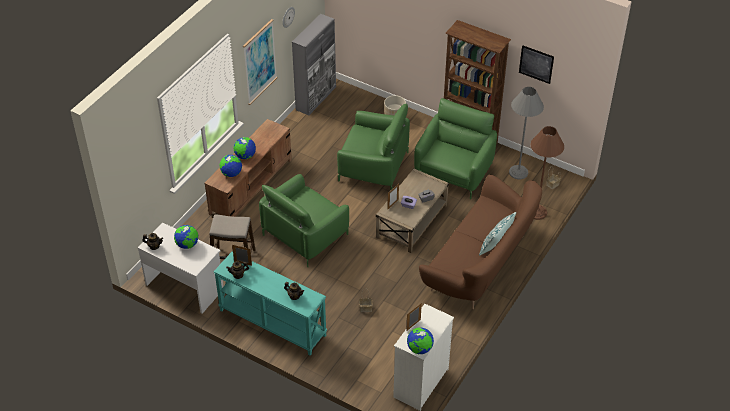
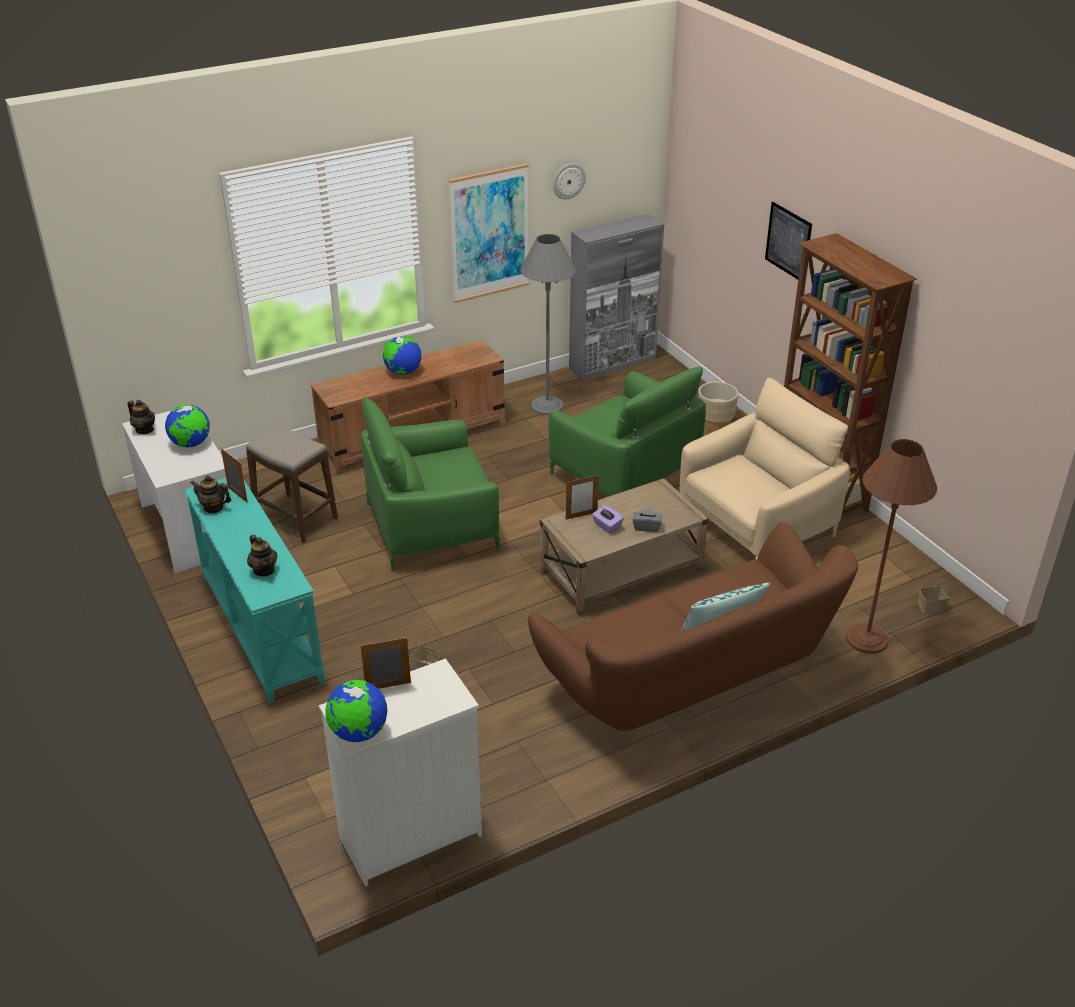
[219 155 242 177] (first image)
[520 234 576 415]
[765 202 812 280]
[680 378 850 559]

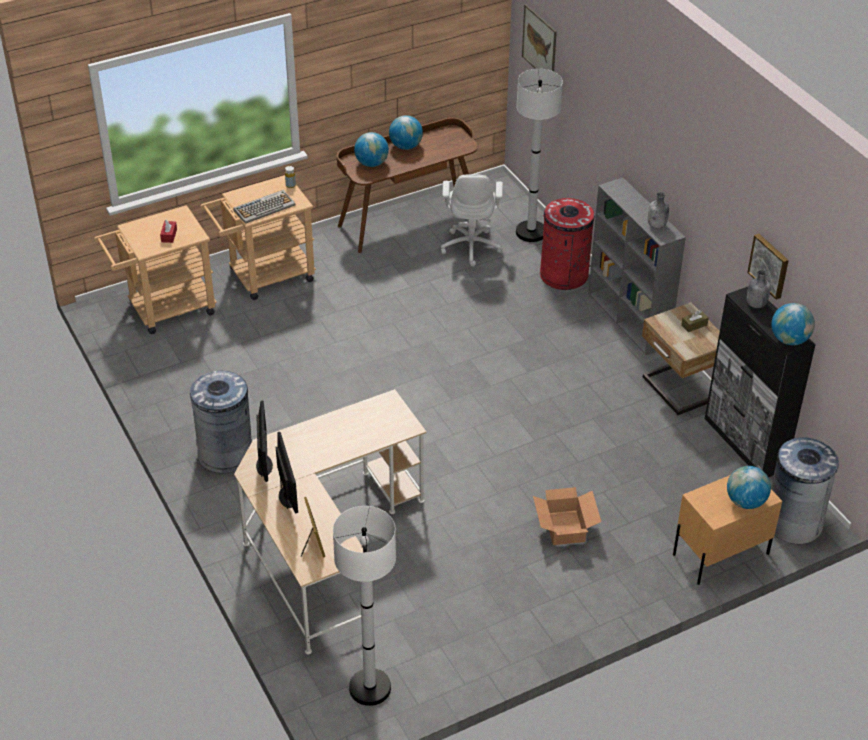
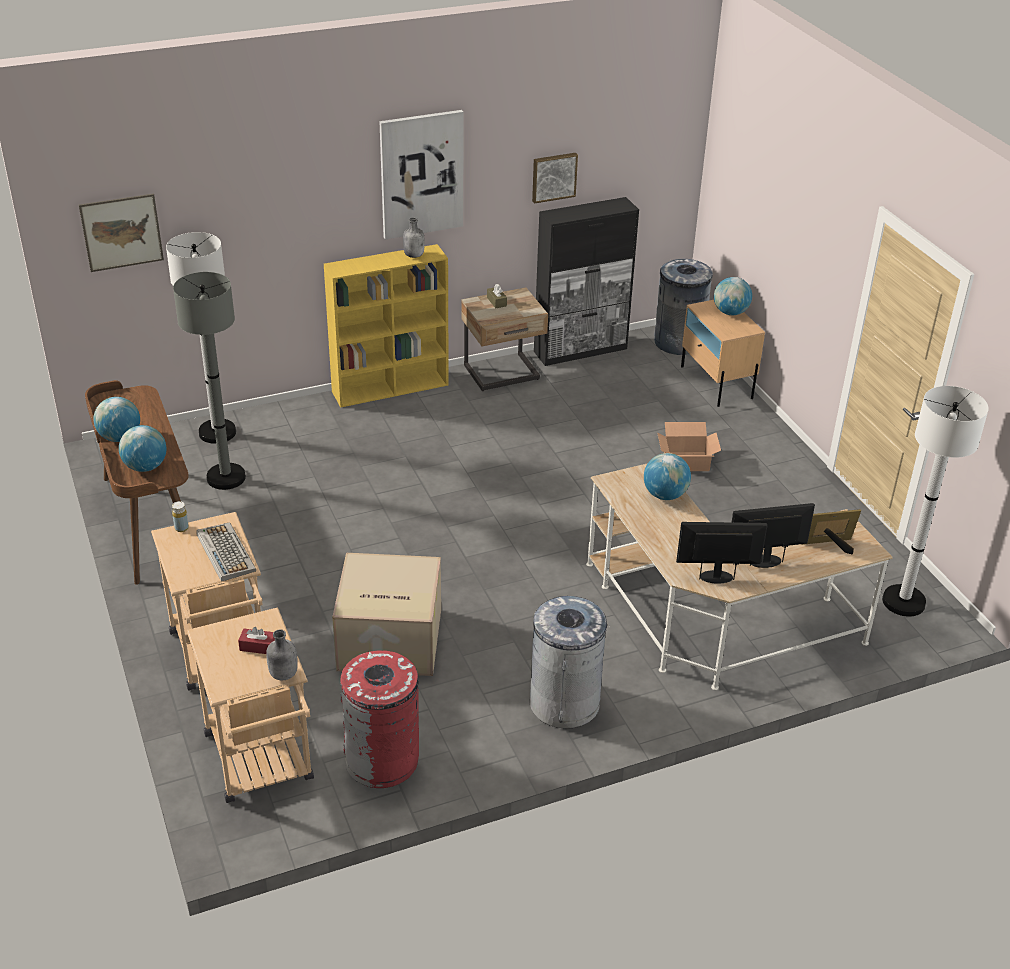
[332 553 441 676]
[379 110 464 239]
[340 650 419 788]
[266 629 298 680]
[644 453 691 500]
[173 272 246 490]
[324 244 449 408]

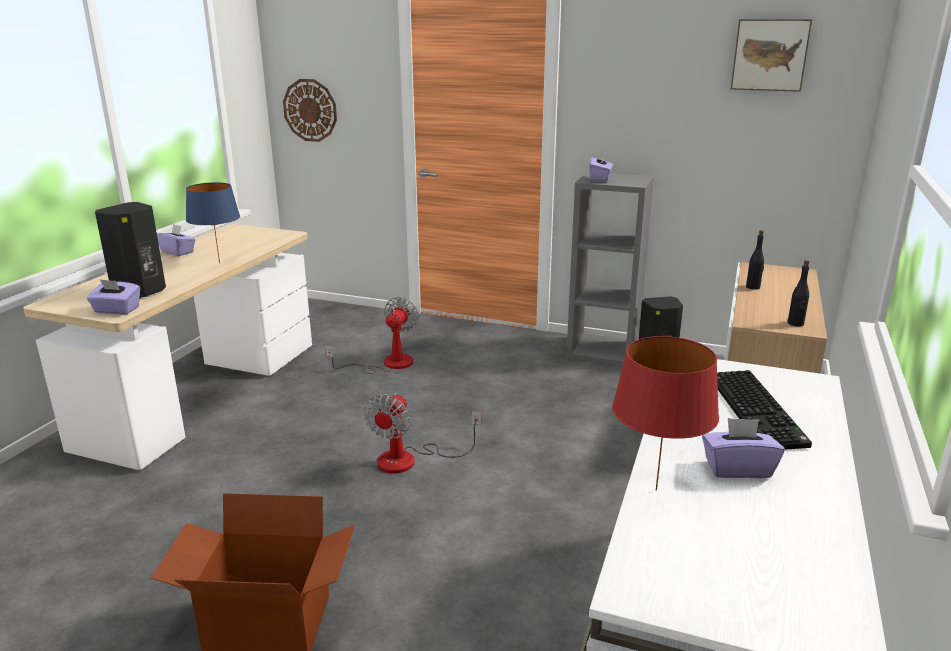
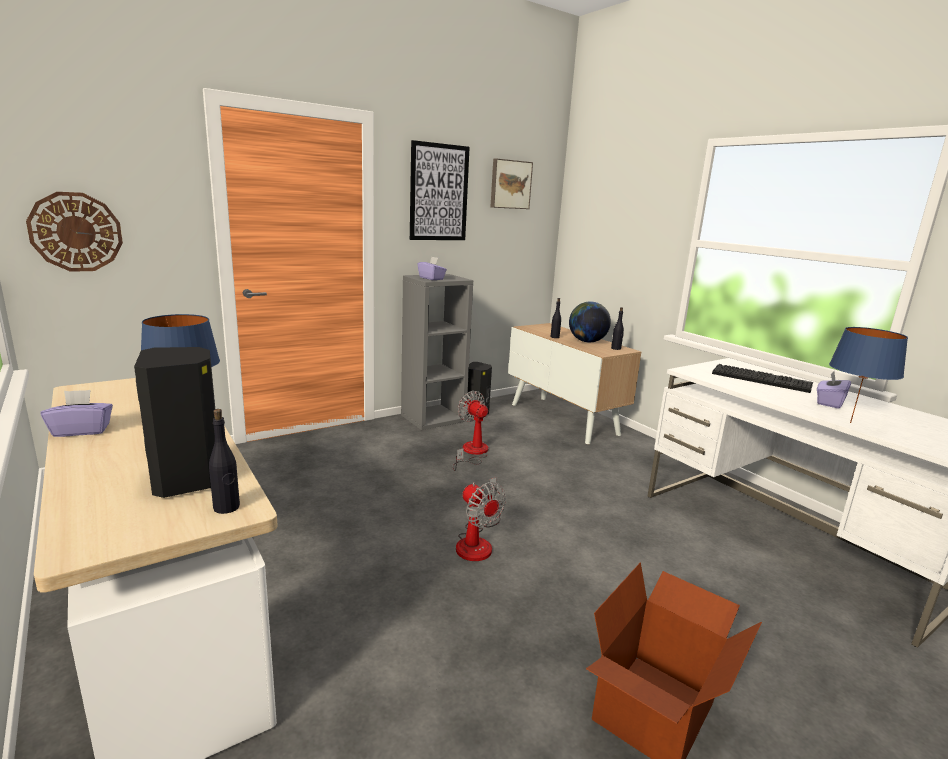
[410 140 470 240]
[569 301 611 342]
[452 391 488 471]
[209 409 240 514]
[829 327 908 423]

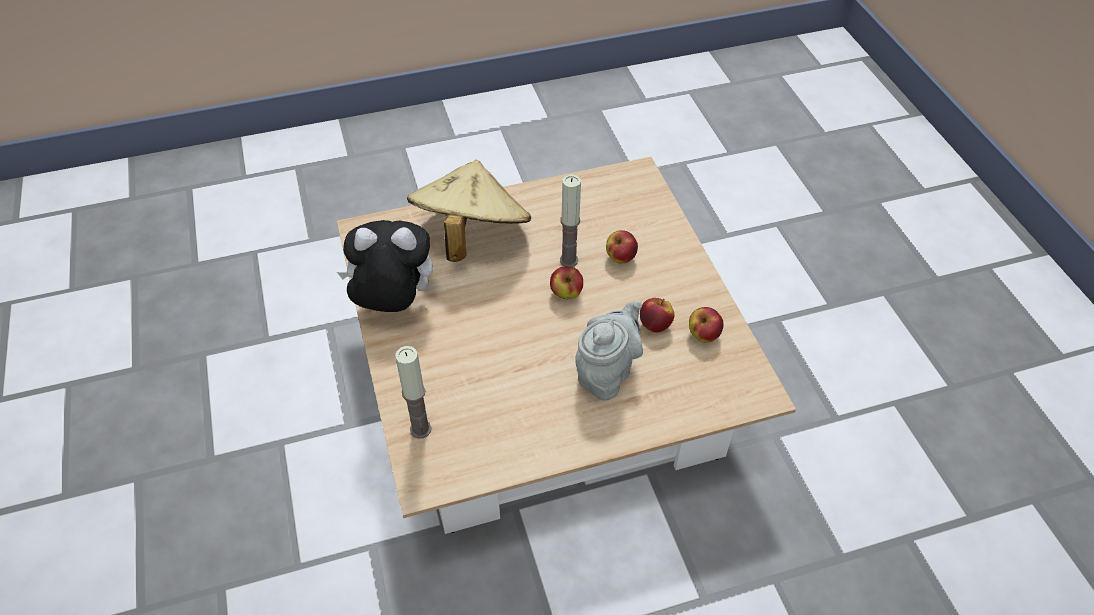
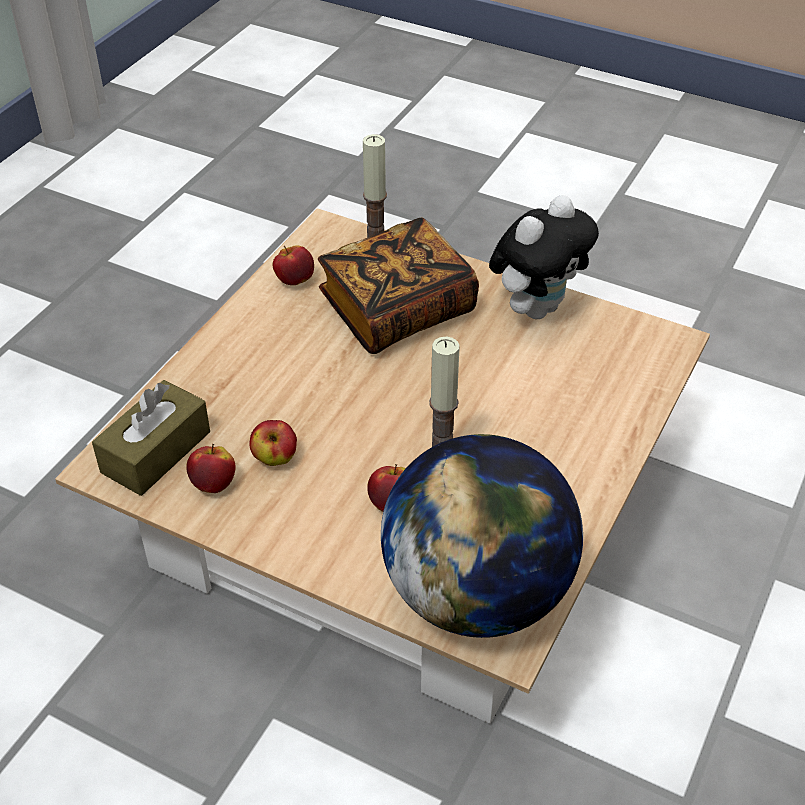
[407 160 531 262] (first image)
[575 300 643 401] (first image)
[92 380 210 496]
[318 218 479 354]
[381 434 583 638]
[273 246 314 285]

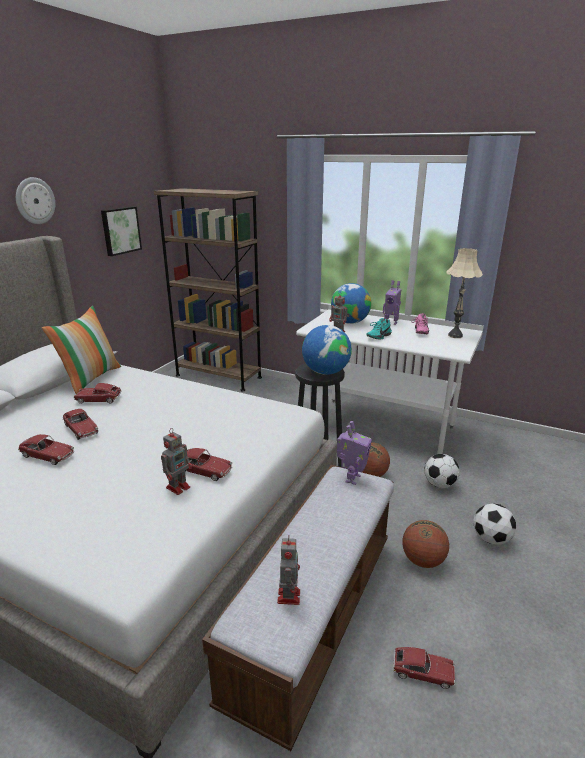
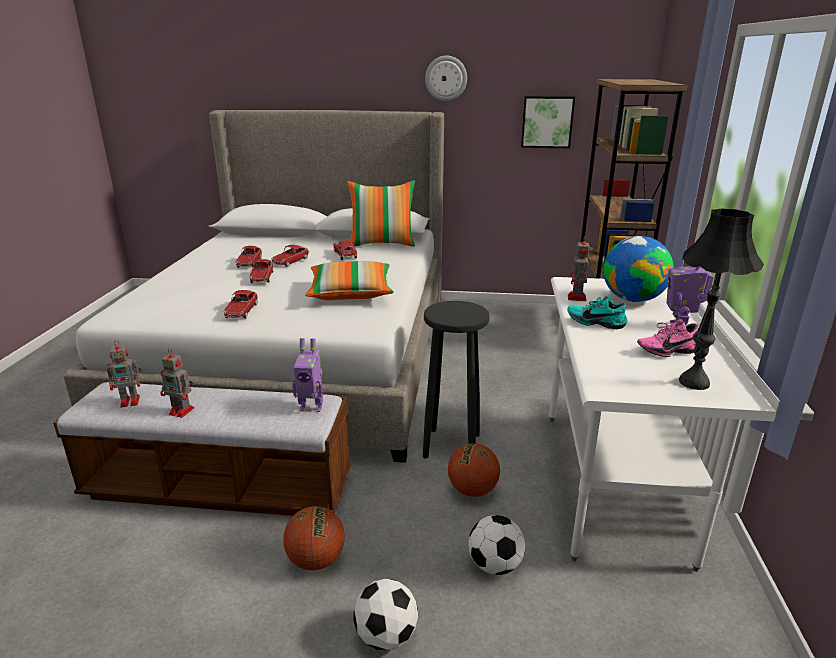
[302 325 352 375] (first image)
[305 261 394 300]
[160 349 194 418]
[250 259 274 283]
[679 208 764 390]

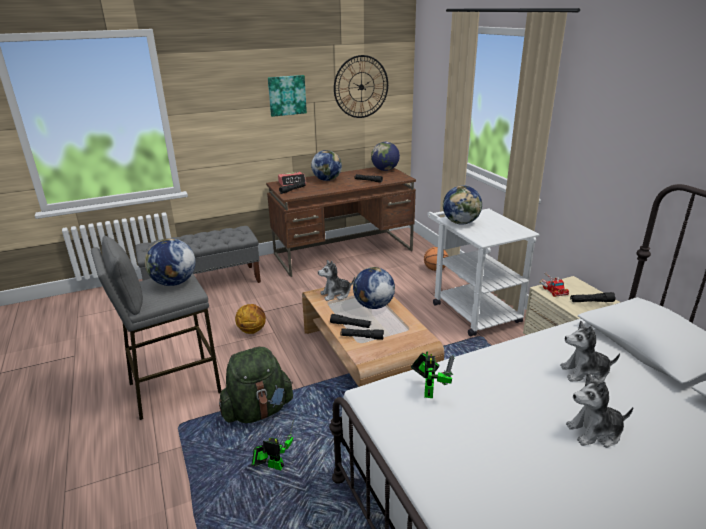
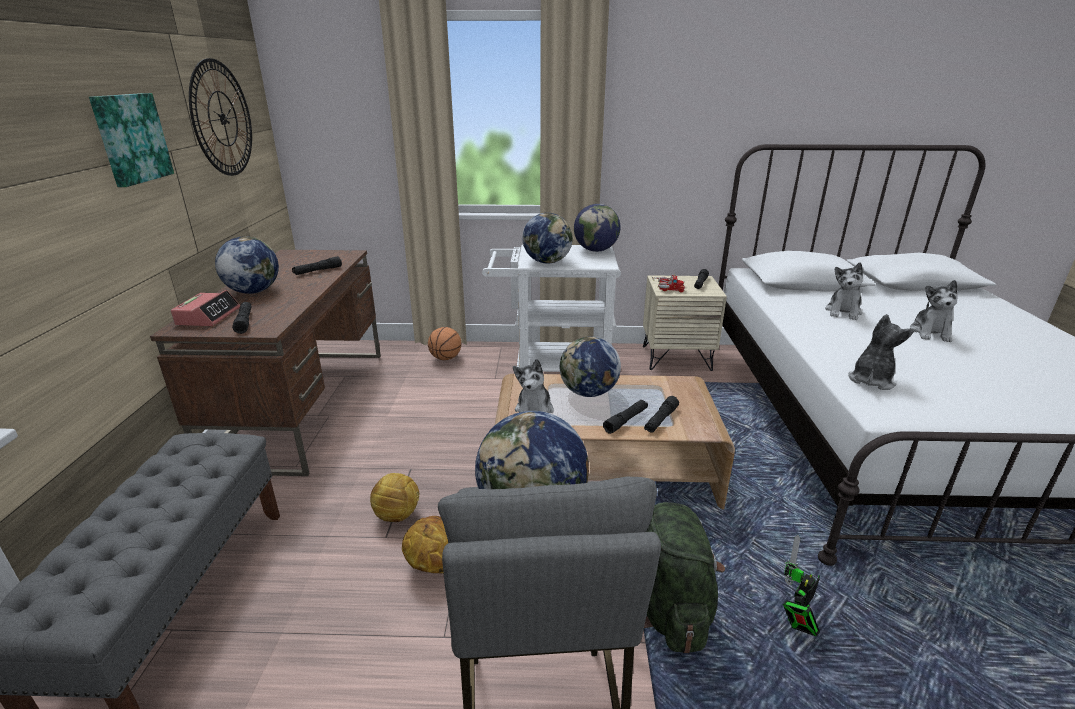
[370 473 419 522]
[574 204 621 252]
[848 314 915 390]

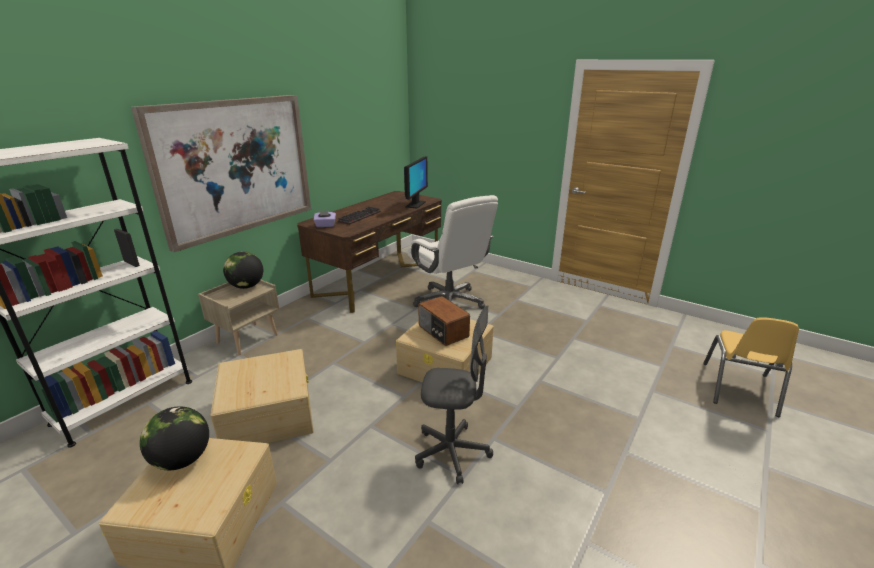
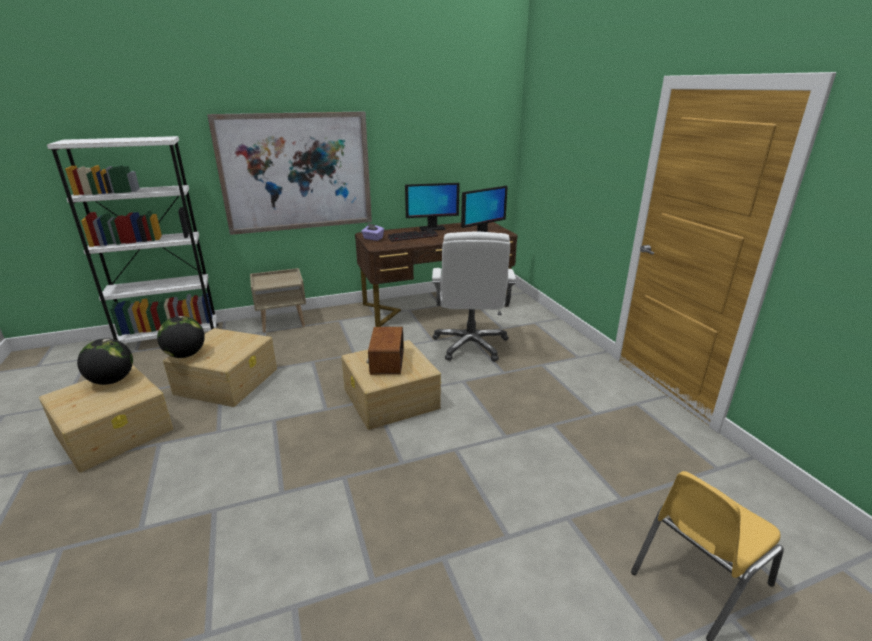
[415 305 493 484] (first image)
[405 183 460 231]
[157 316 205 358]

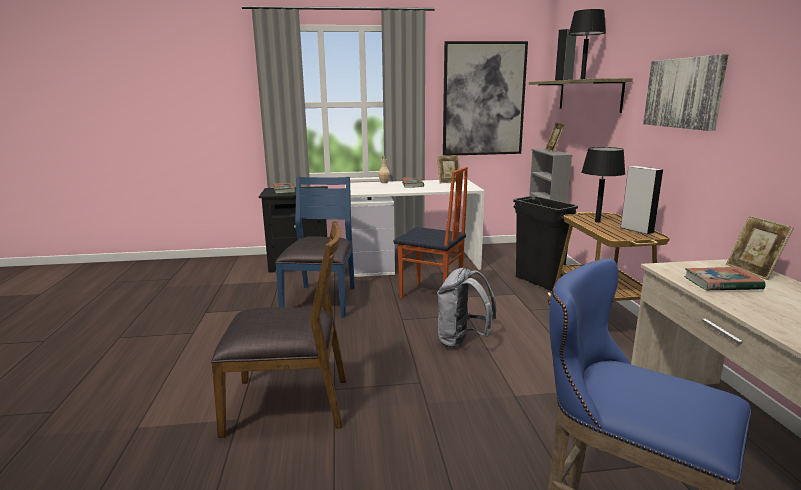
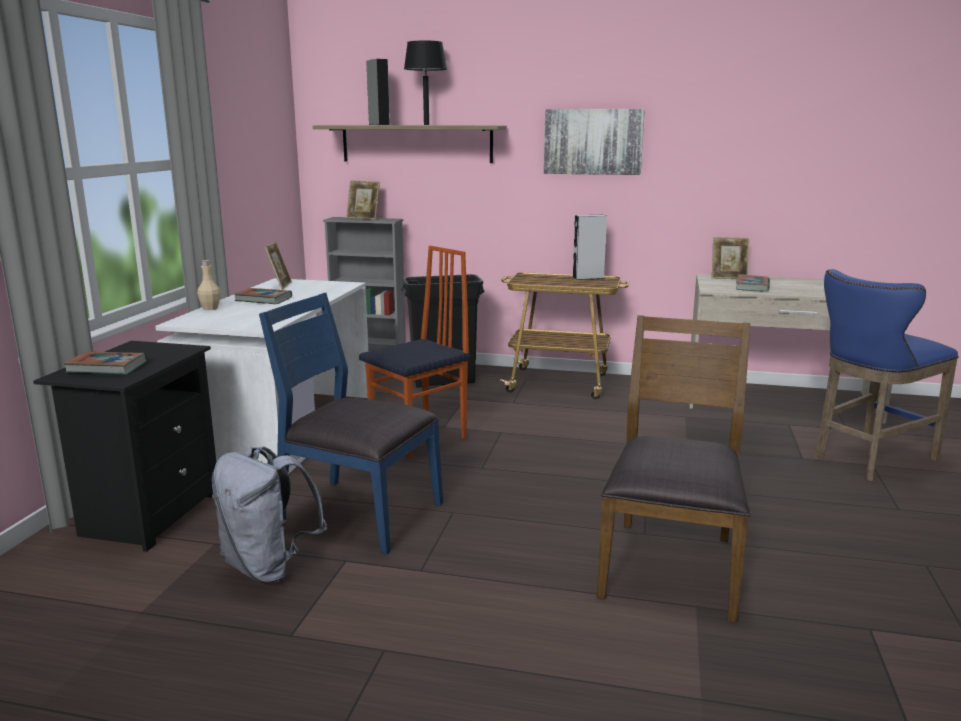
[443 41 528 156] (first image)
[581 147 625 223] (first image)
[212 446 327 584]

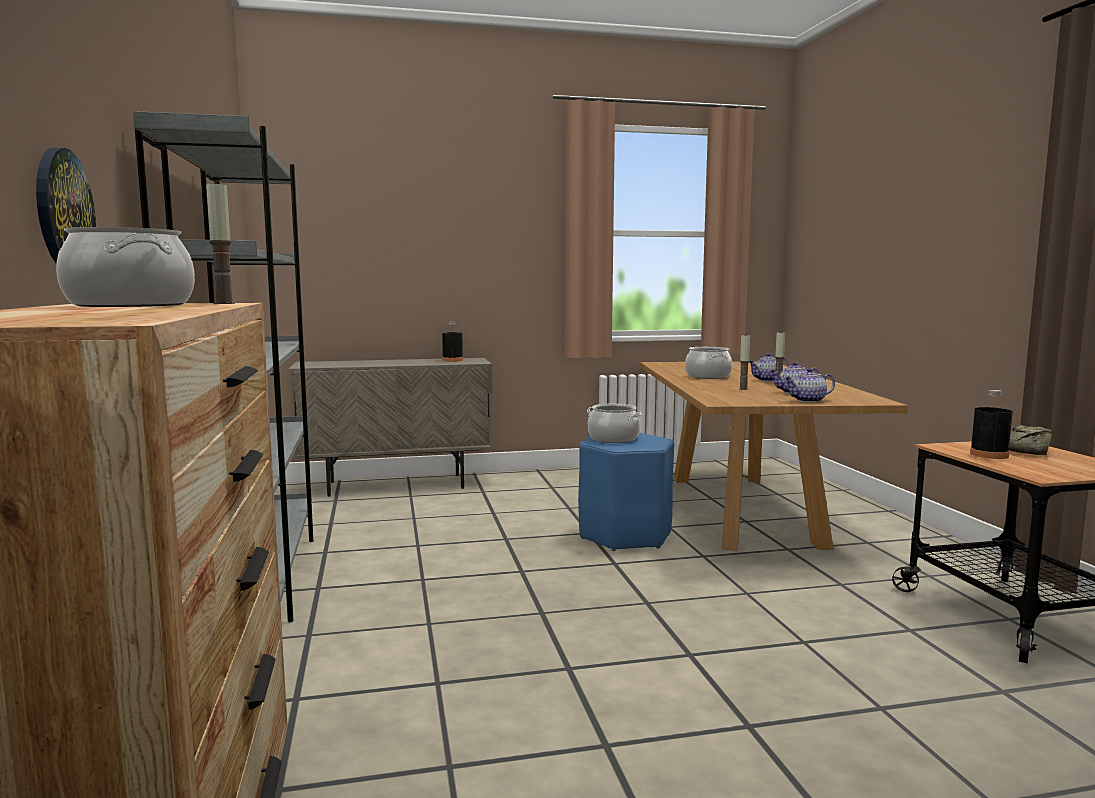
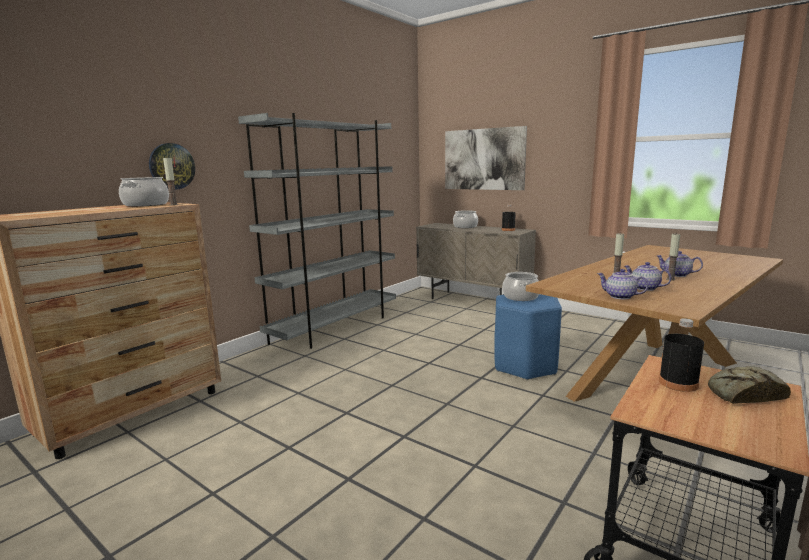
[445 126 527 190]
[453 210 478 228]

